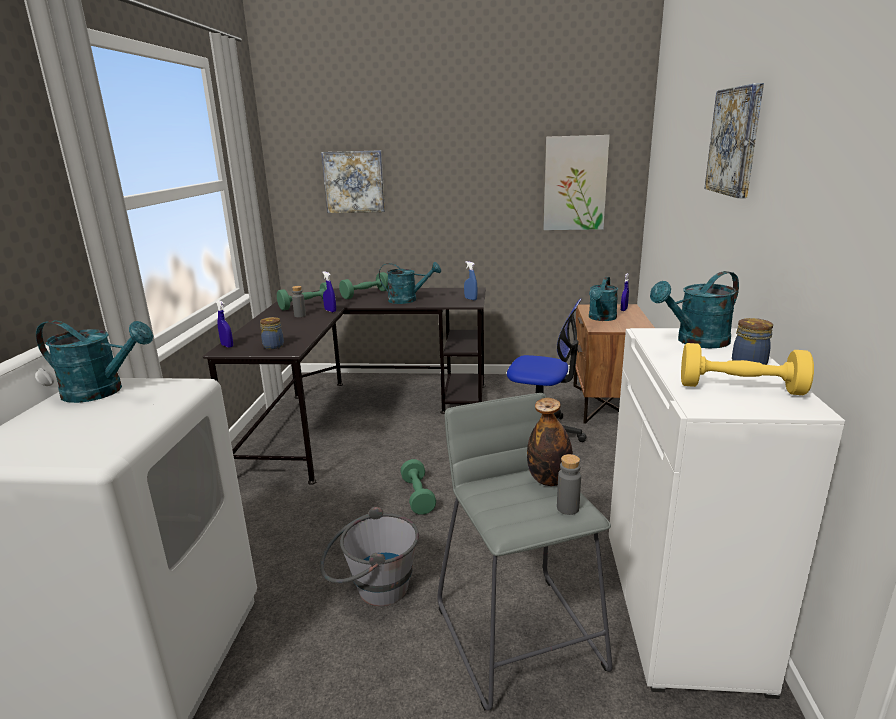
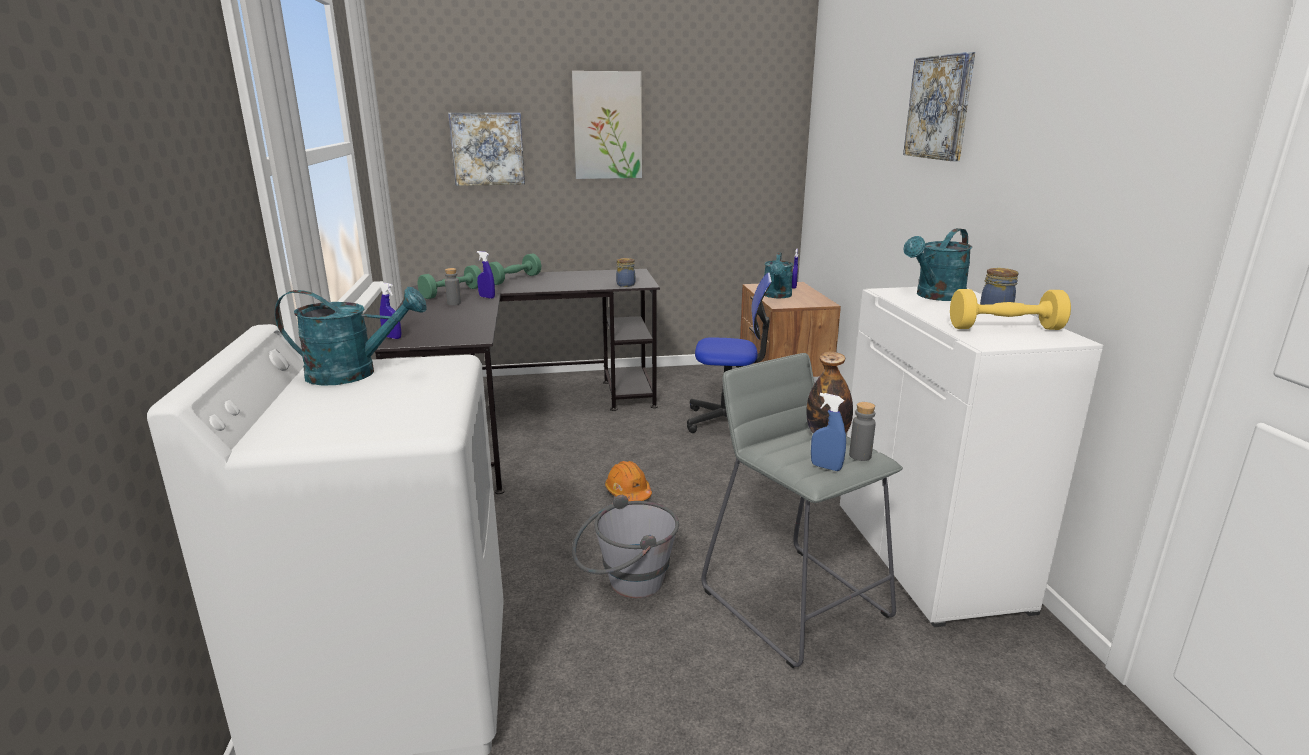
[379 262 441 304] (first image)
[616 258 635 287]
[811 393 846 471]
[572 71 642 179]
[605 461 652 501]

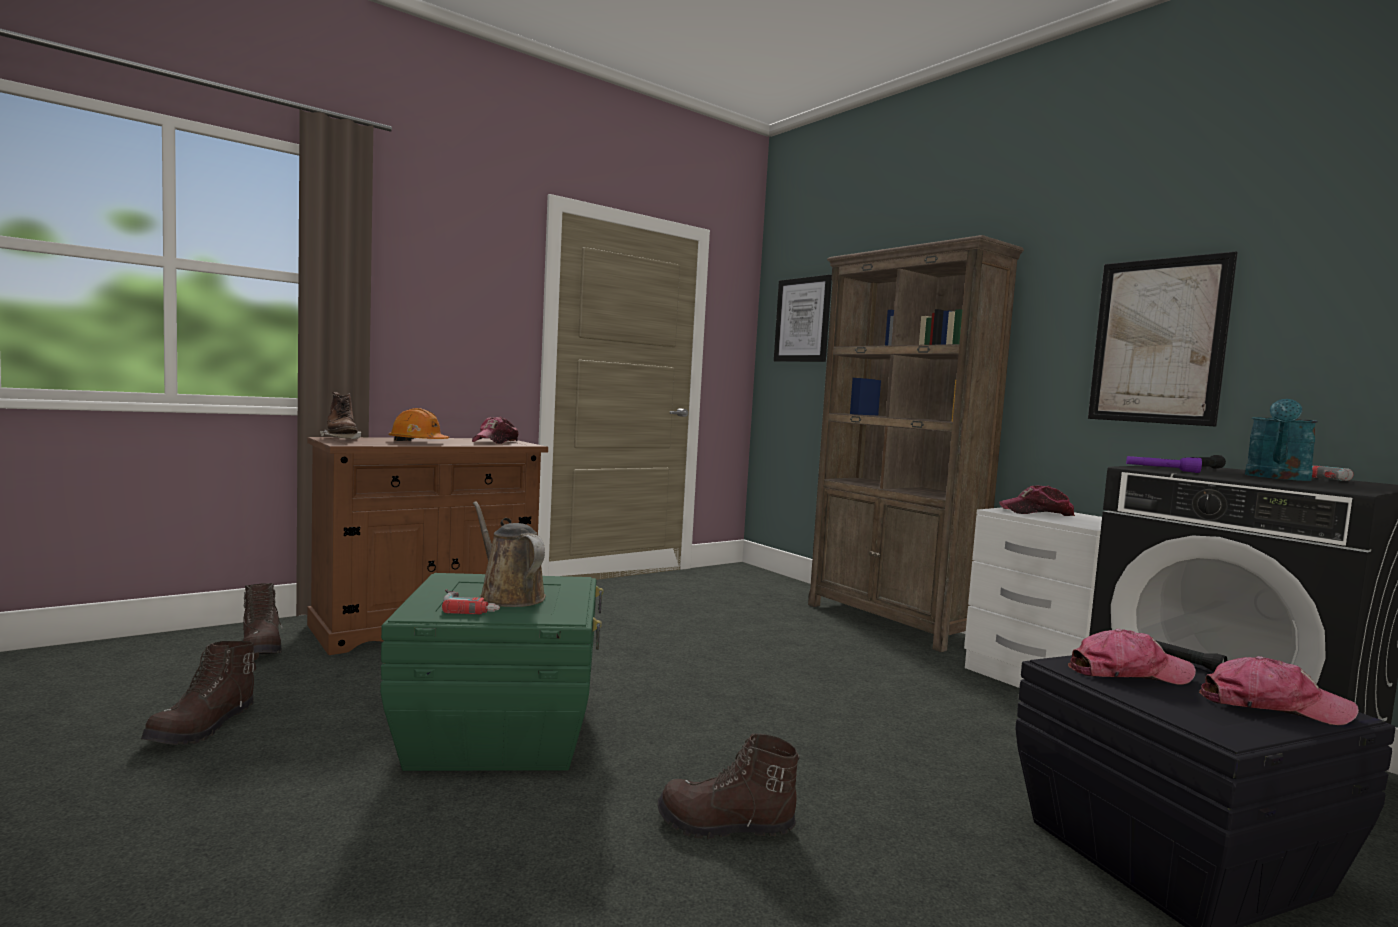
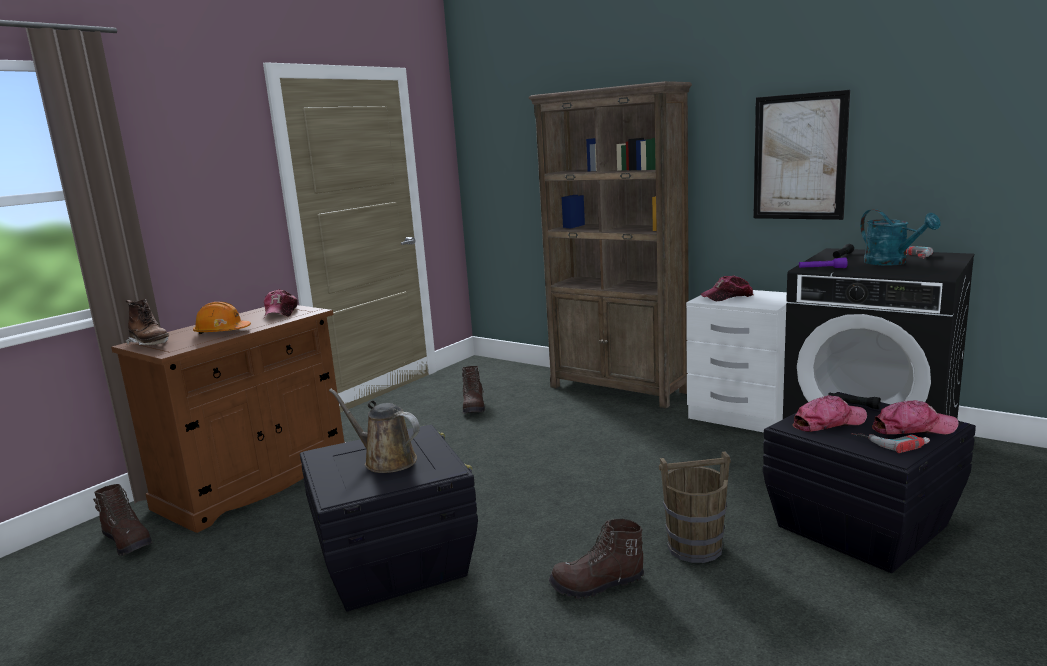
[774 275 832 362] (first image)
[659 451 731 563]
[462 366 485 414]
[851 433 930 453]
[300 425 478 611]
[860 209 941 265]

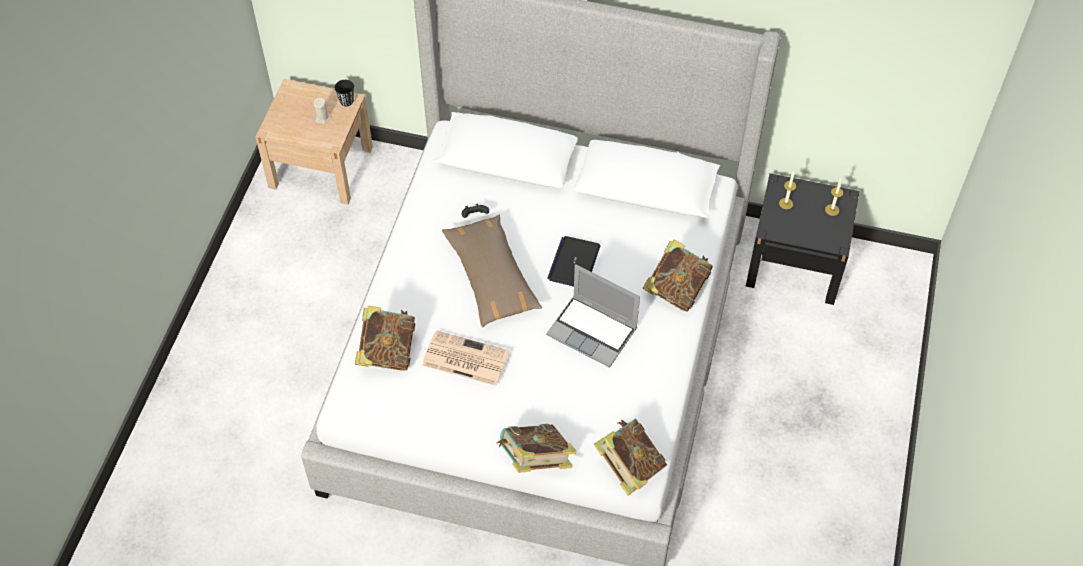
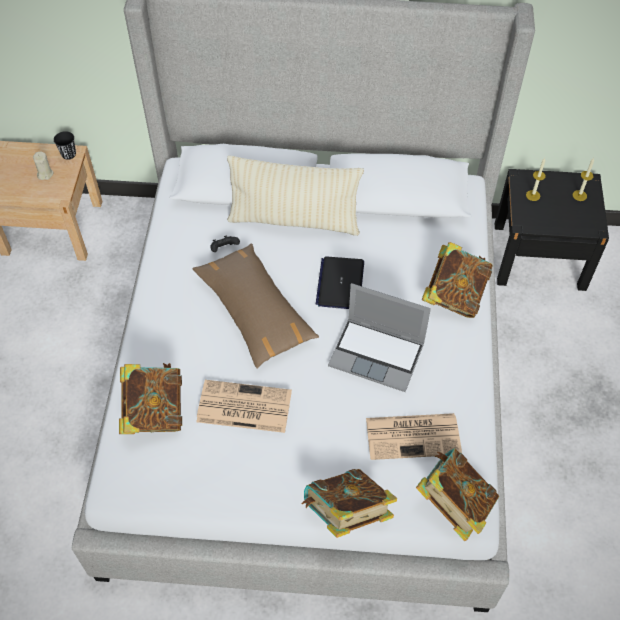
[227 156 364 236]
[366 413 462 460]

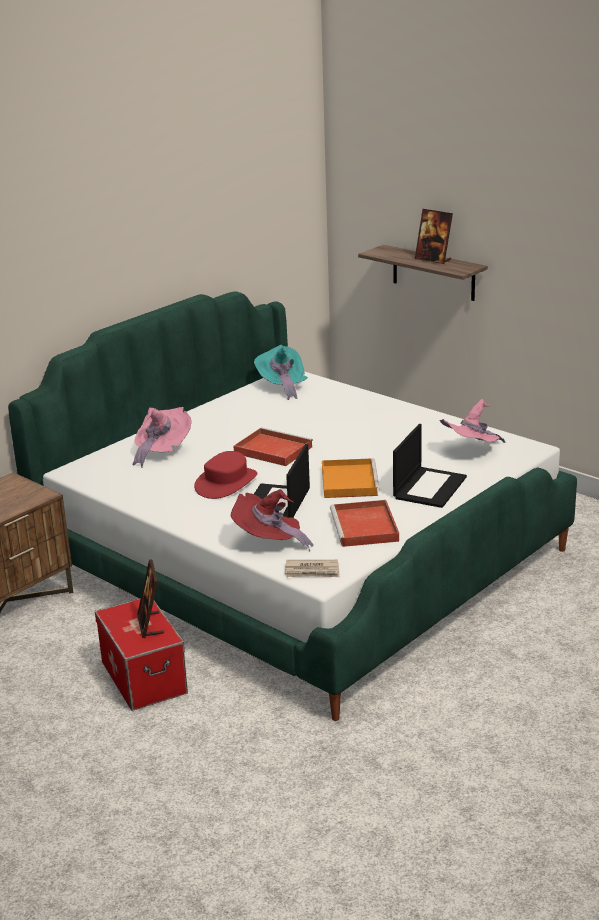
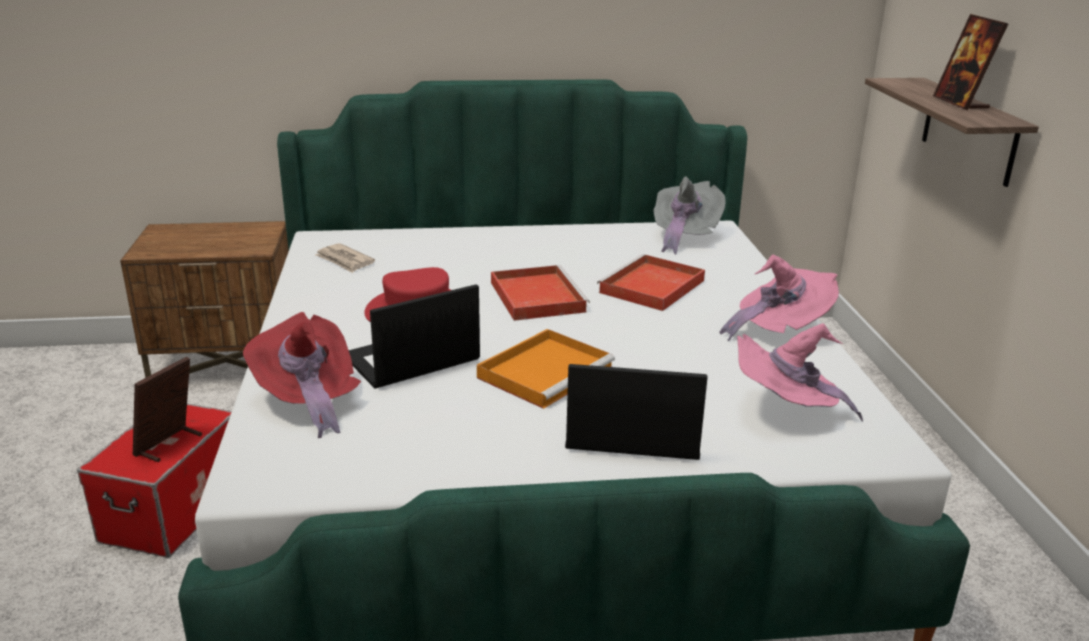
[719 255 839 342]
[315 243 375 273]
[597 254 705 311]
[653 176 726 254]
[565 364 708 460]

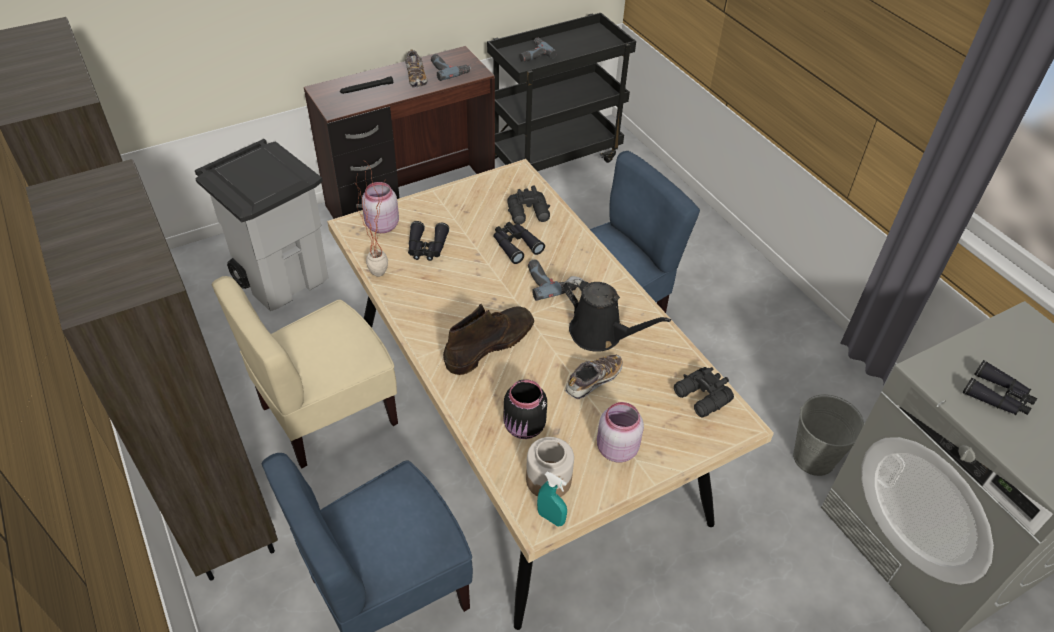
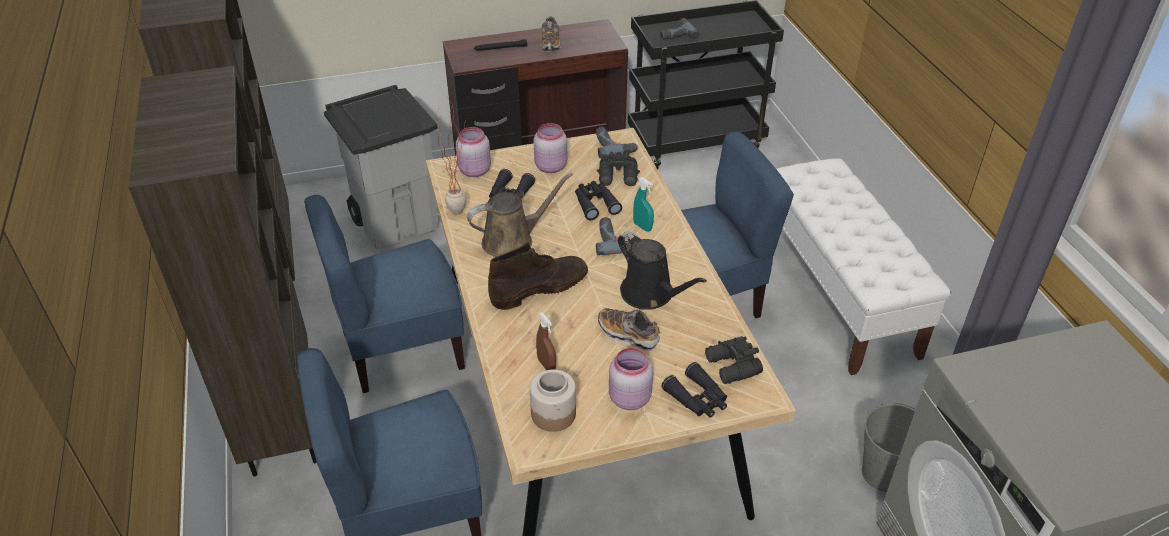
[467 172 573 257]
[534 123 567 173]
[776 159 951 375]
[596 127 639 159]
[633 177 654 232]
[662 362 727 418]
[536 312 556 370]
[304 195 465 393]
[598 308 660 351]

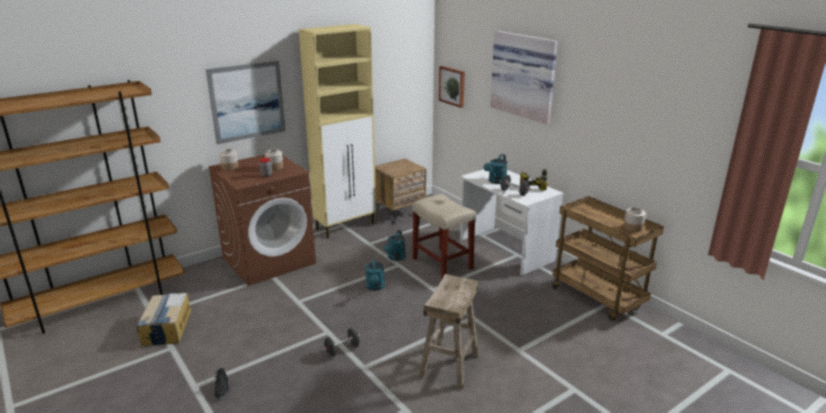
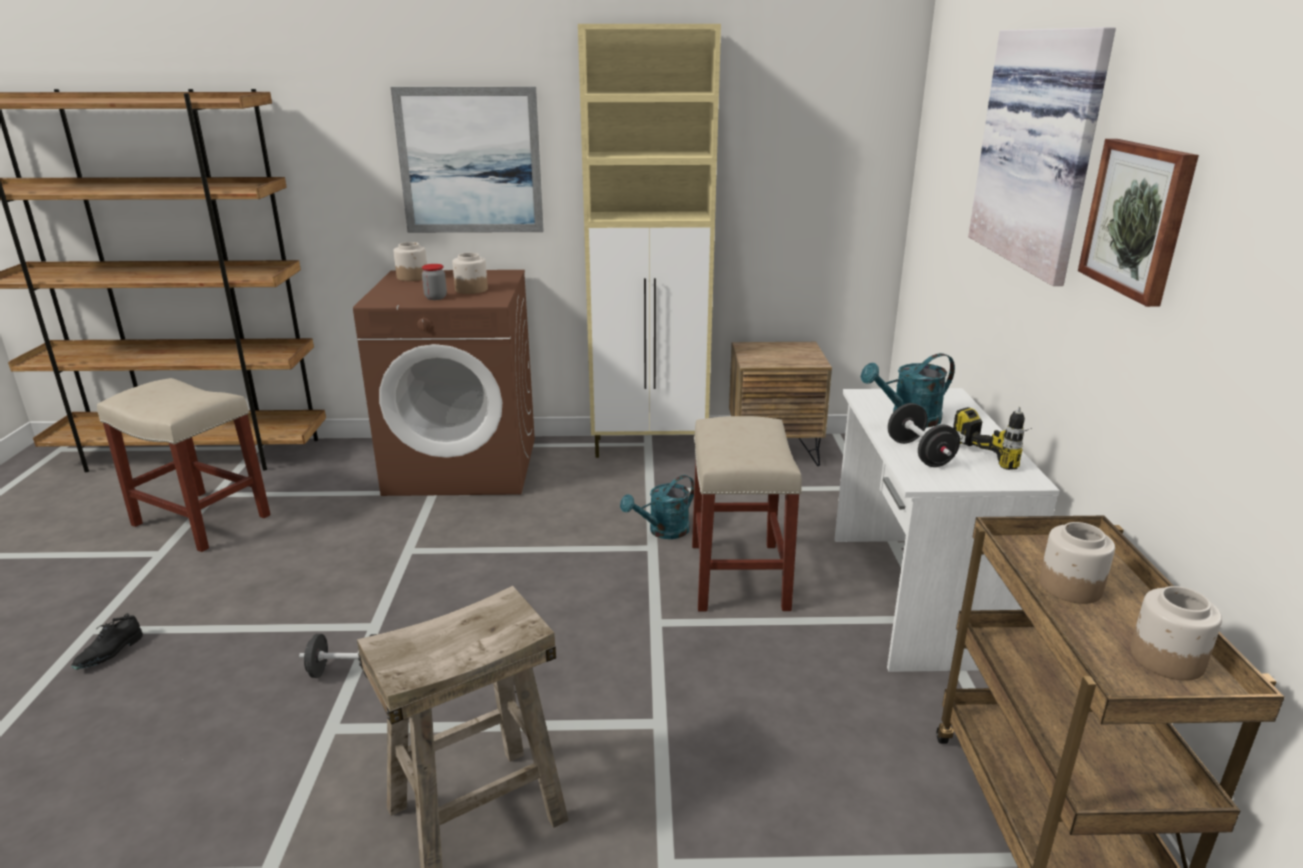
[365 257 385 291] (first image)
[1039 522 1115 604]
[1078 139 1199 307]
[97 378 271 552]

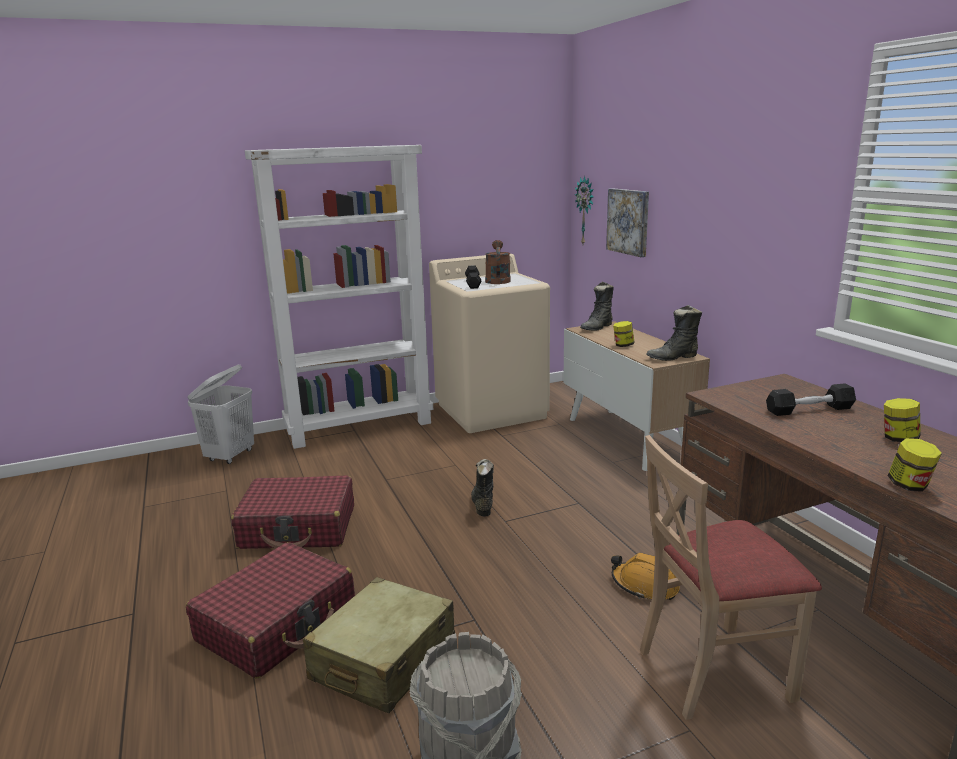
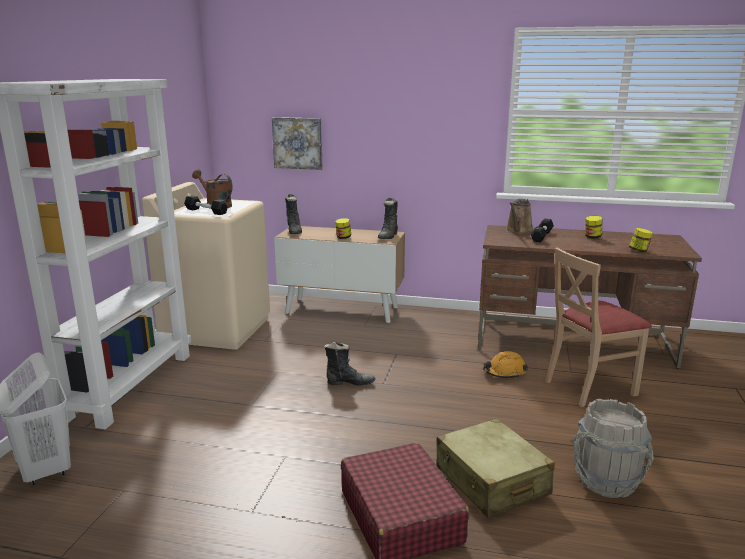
[231 476 354 549] (first image)
[575 176 594 244] (first image)
[505 199 533 234]
[325 342 375 386]
[545 248 652 407]

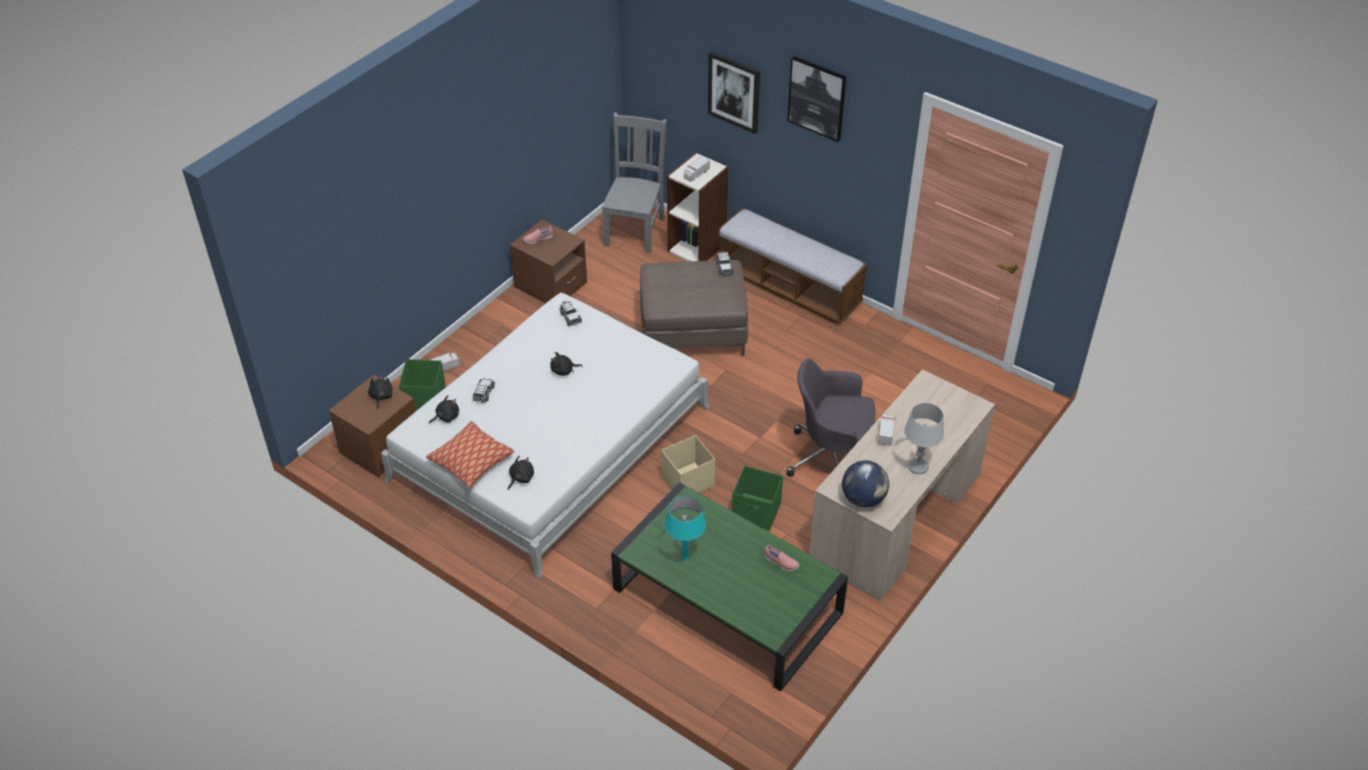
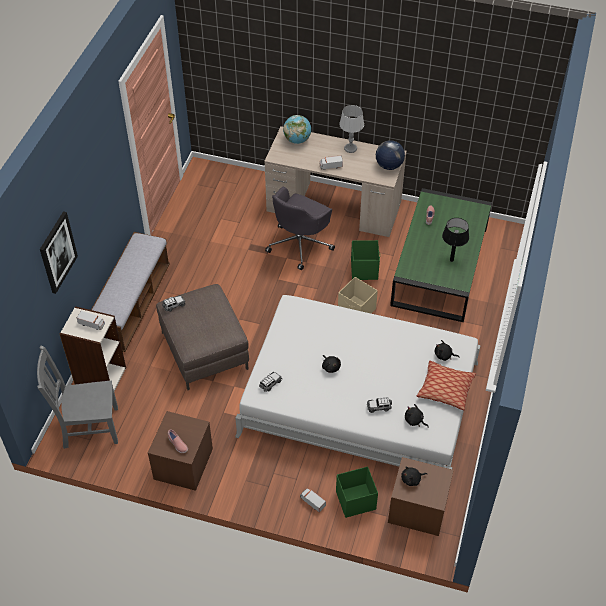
[787 56 846 142] (first image)
[283 115 311 144]
[442 218 469 262]
[265 187 335 270]

